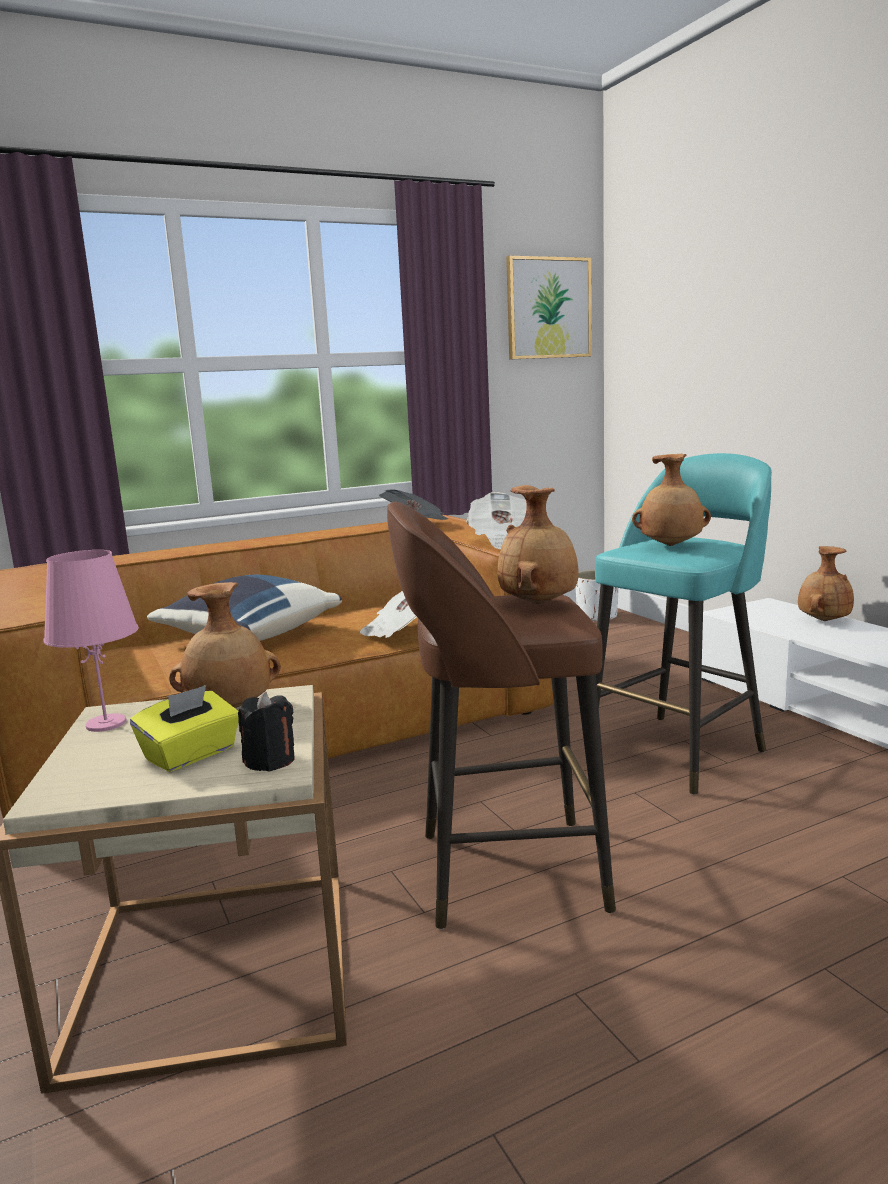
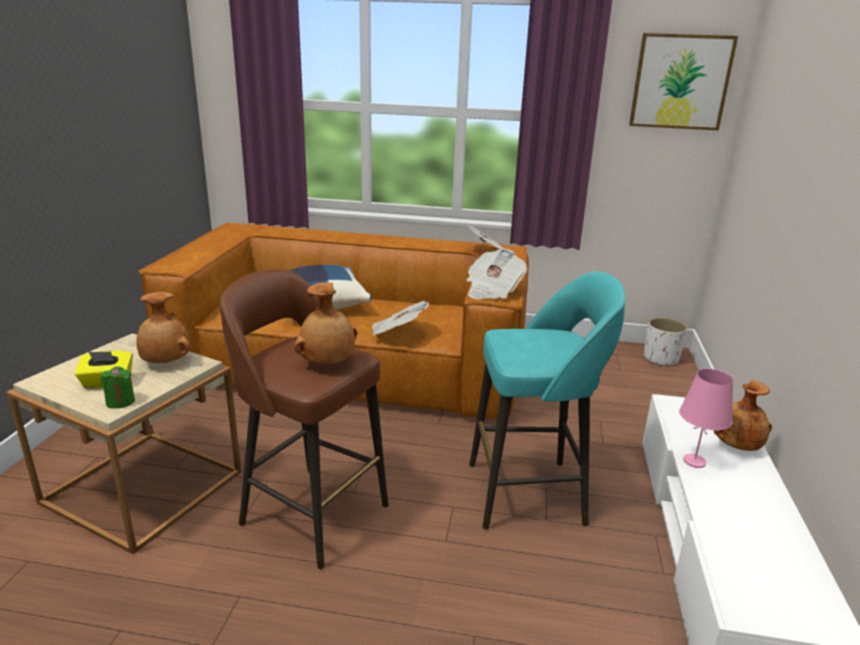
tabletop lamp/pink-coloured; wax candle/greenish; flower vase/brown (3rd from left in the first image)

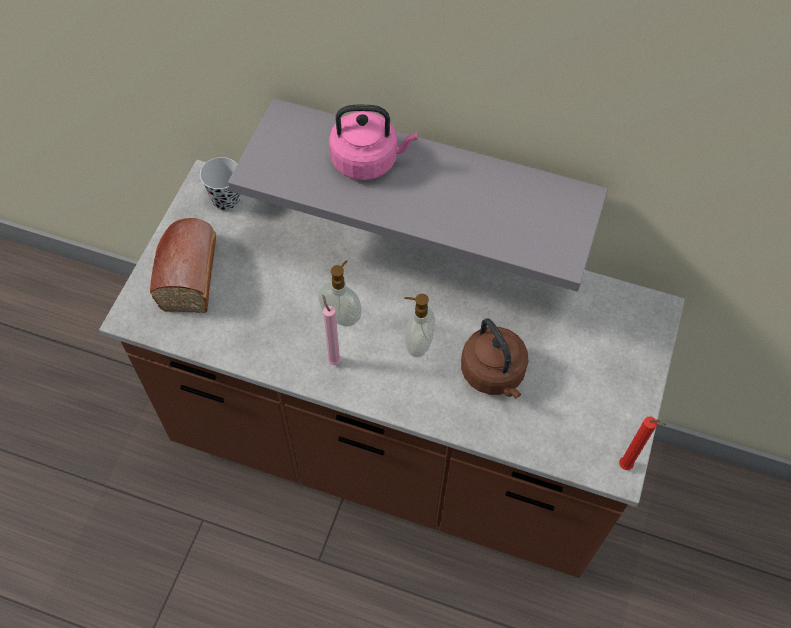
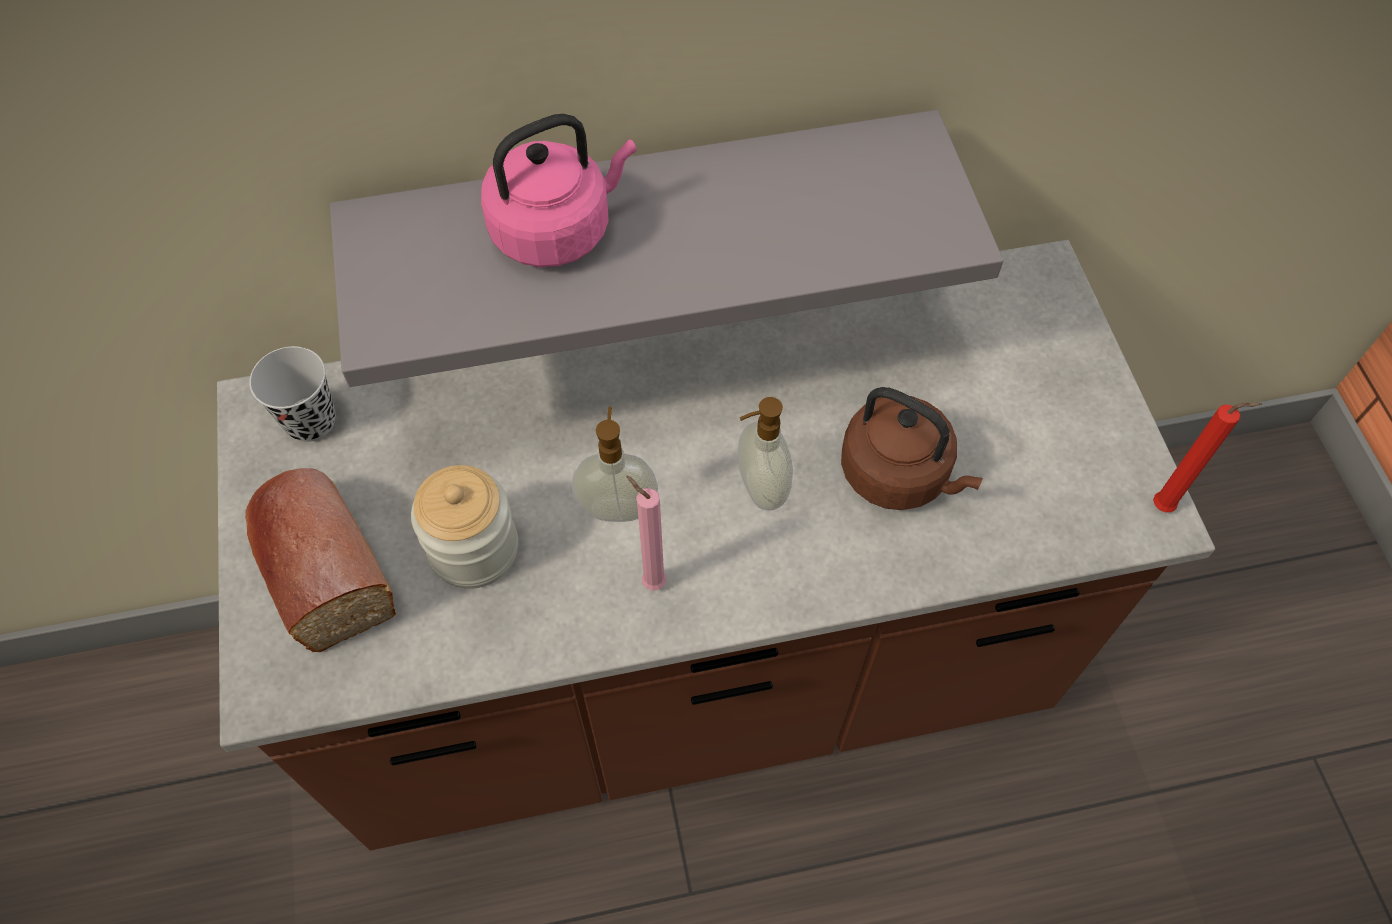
storage jar

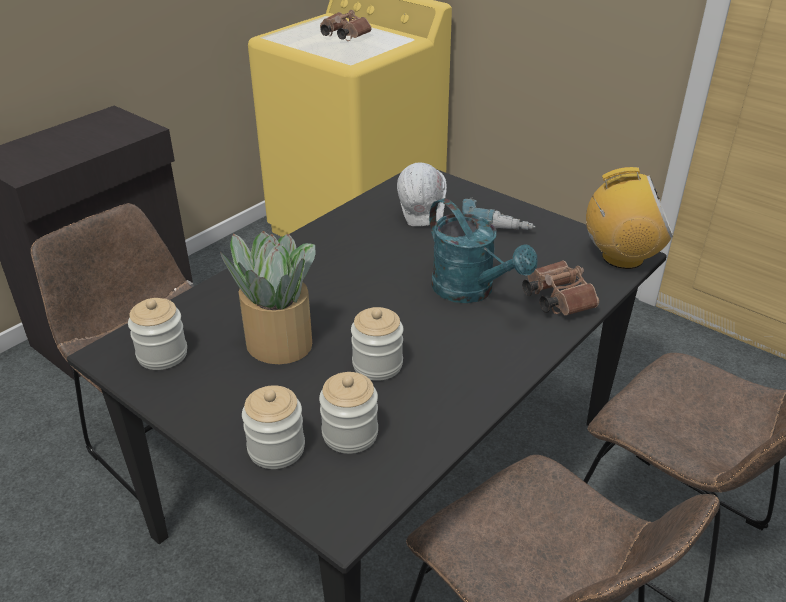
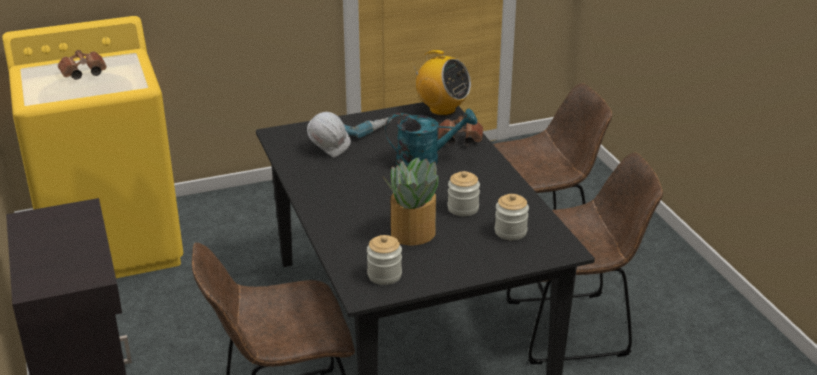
storage jar (2nd from left in the first image); radio set

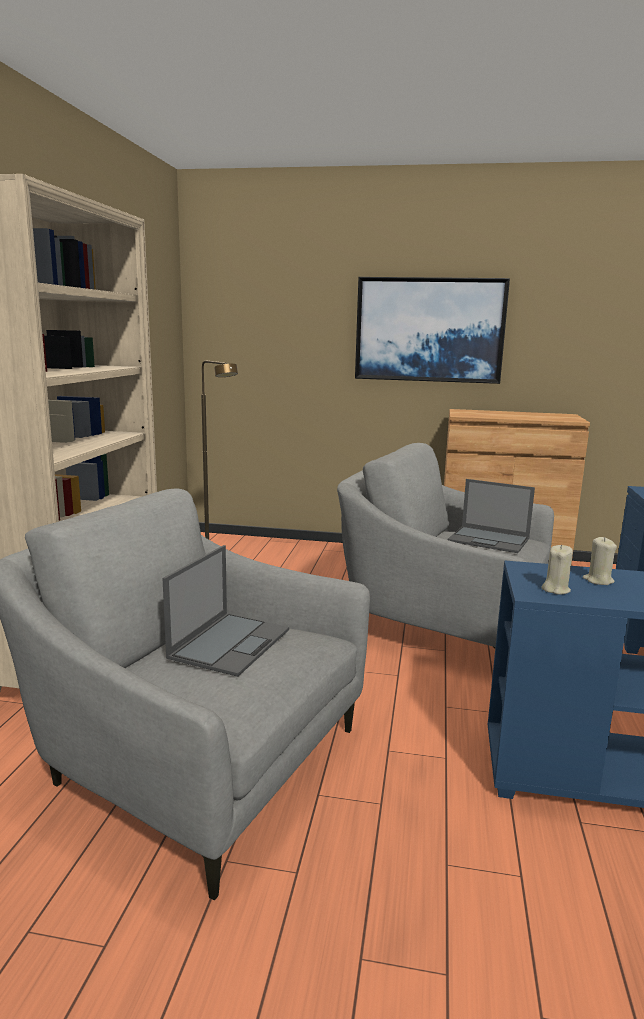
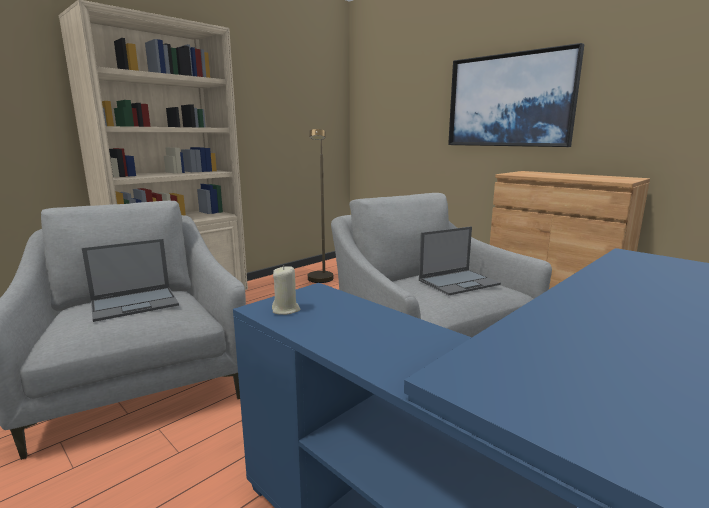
portable computer (2nd from left); wax candle/beige (2nd from left in the first image)

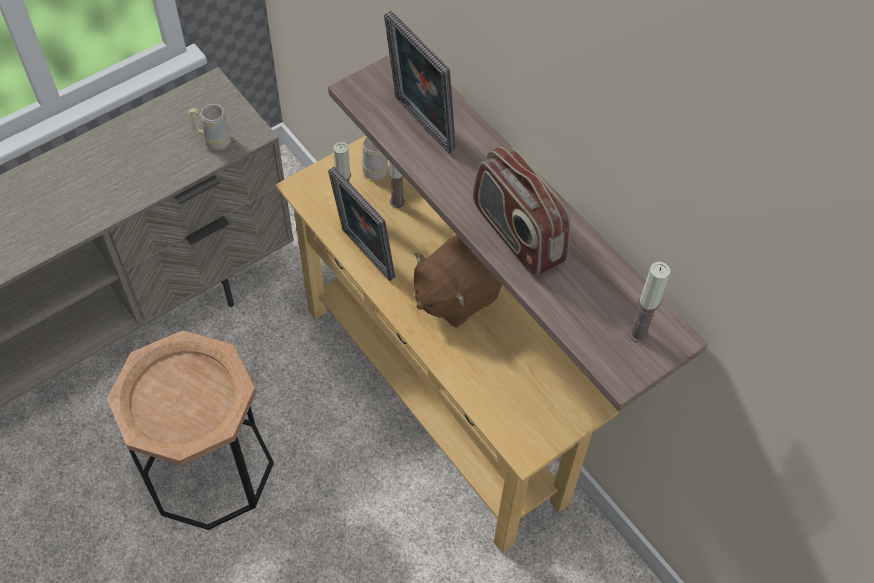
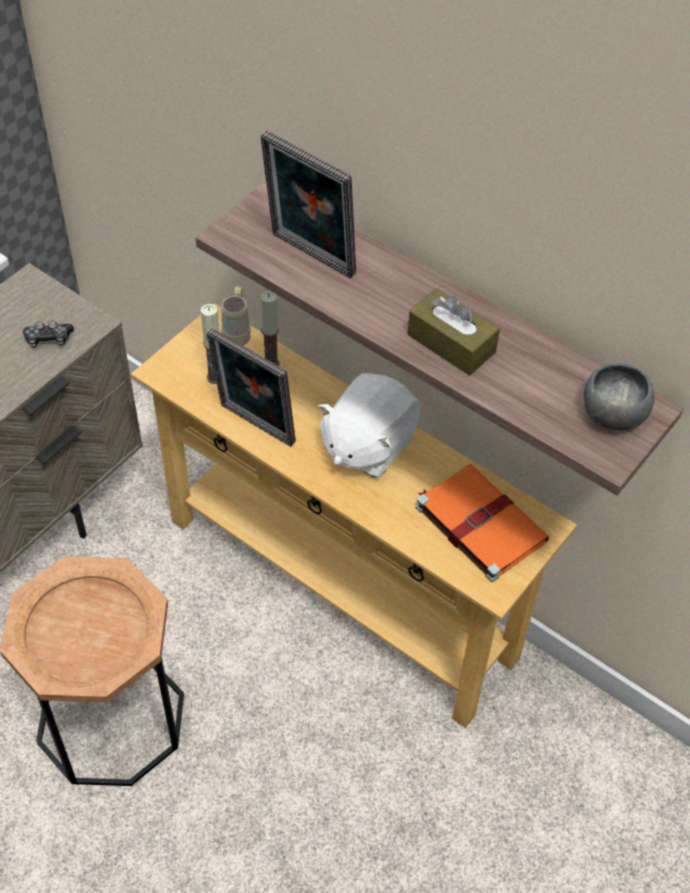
joypad; soft toy/white-coloured; tissue holder/brown; serving bowl/gray; volume/orange

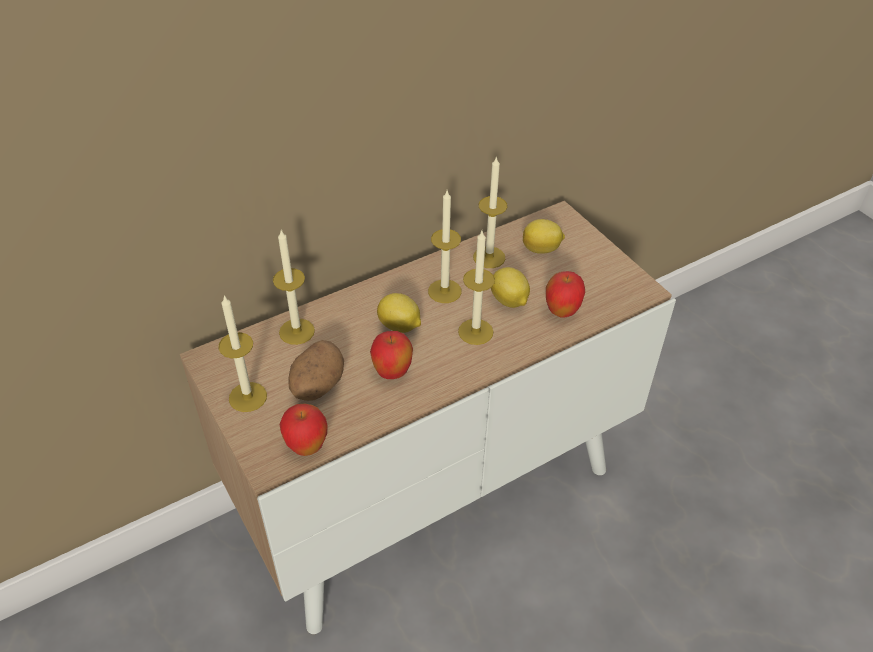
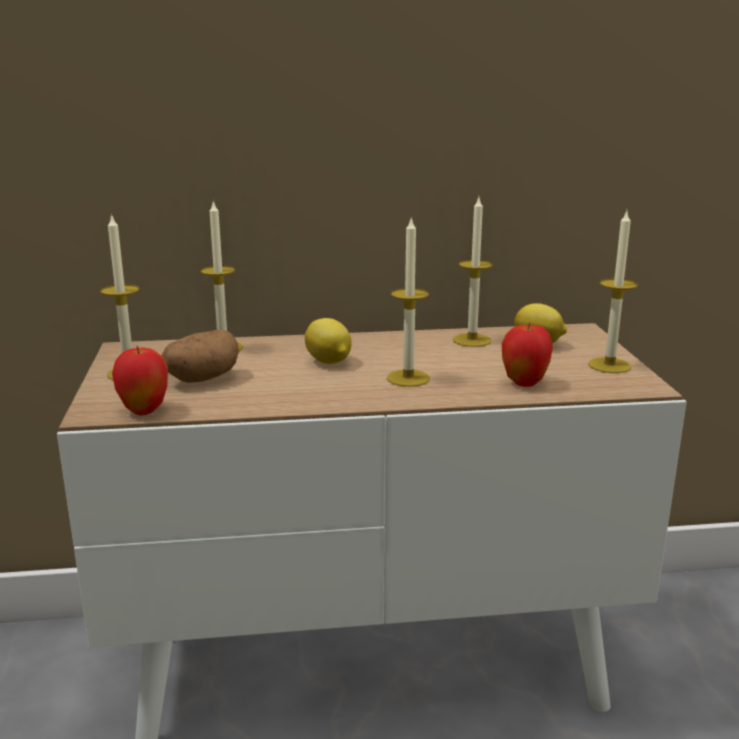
whole apple (2nd from left in the first image); wax candle (5th from left); citrus fruit (2nd from left in the first image)

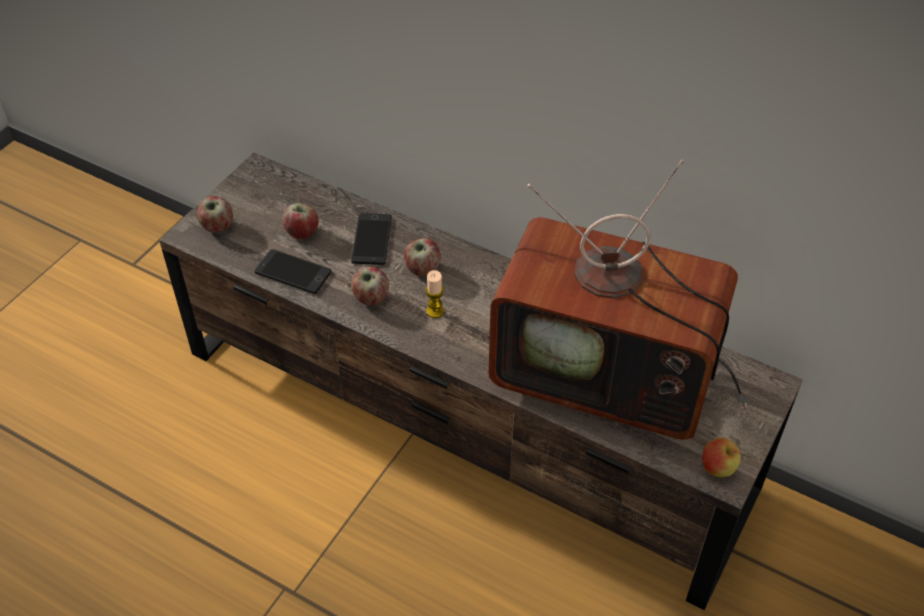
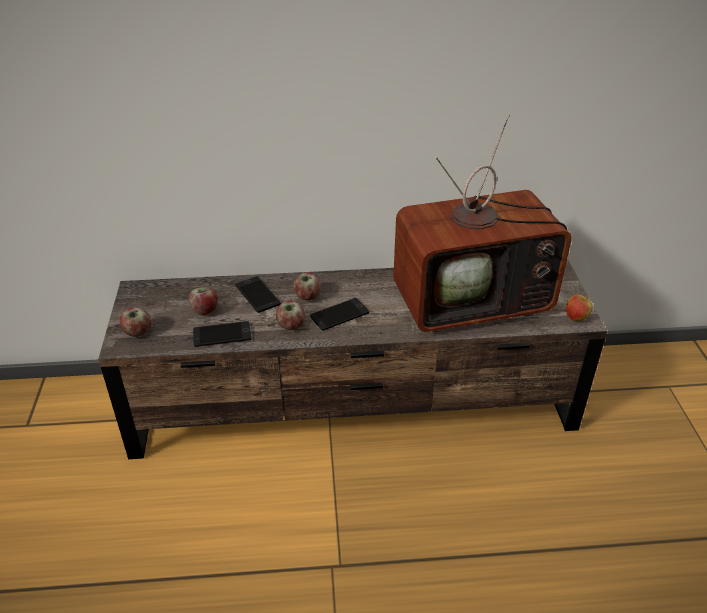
telephone (3rd from left)

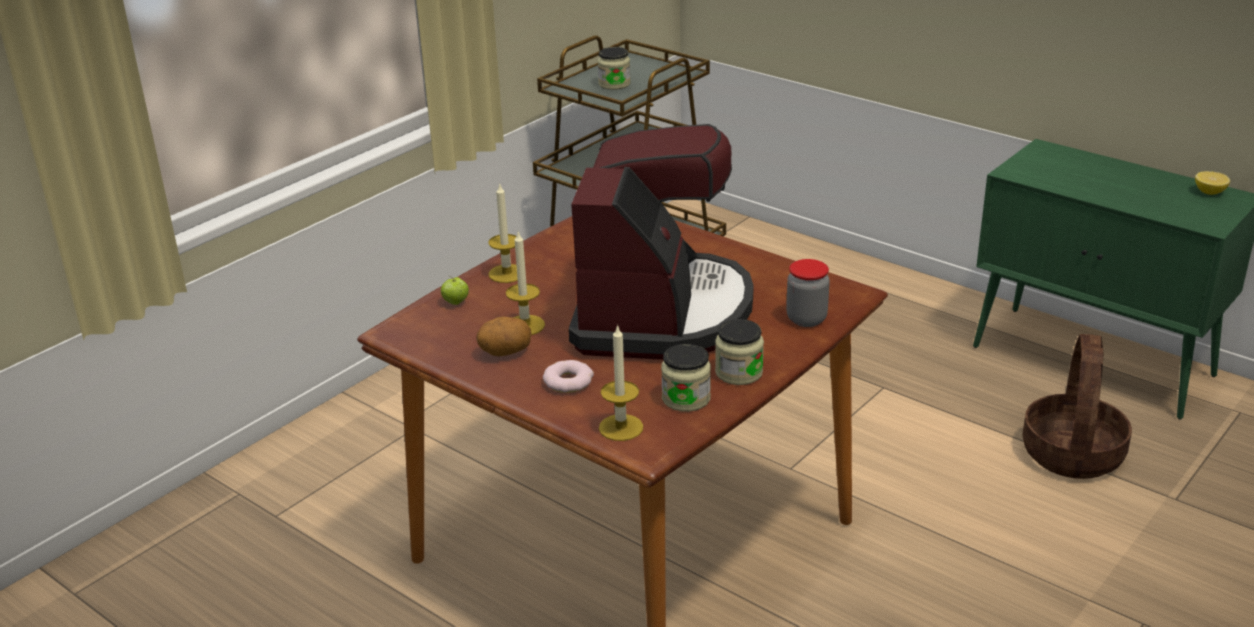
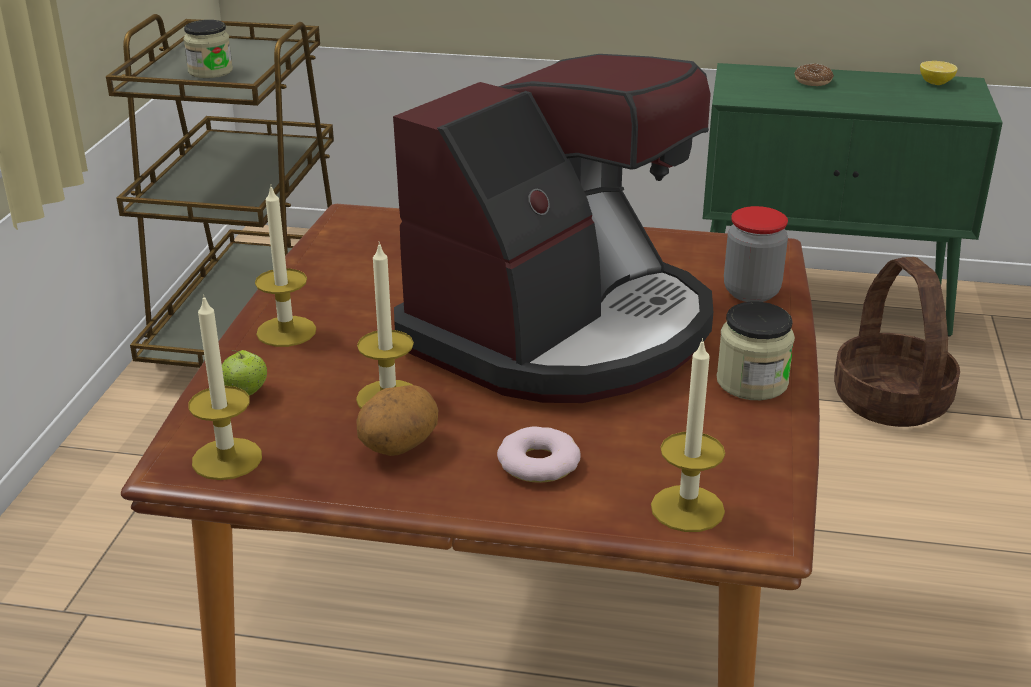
coffee brewer; storage jar (2nd from left in the first image); wax candle (1st from left); donut (2nd from left)

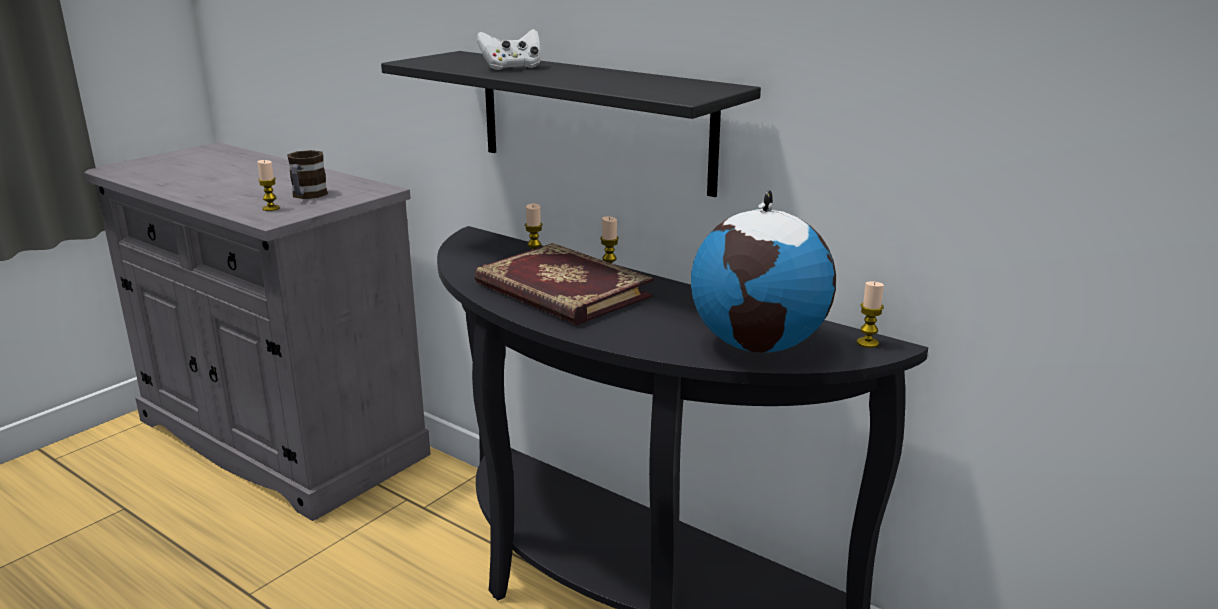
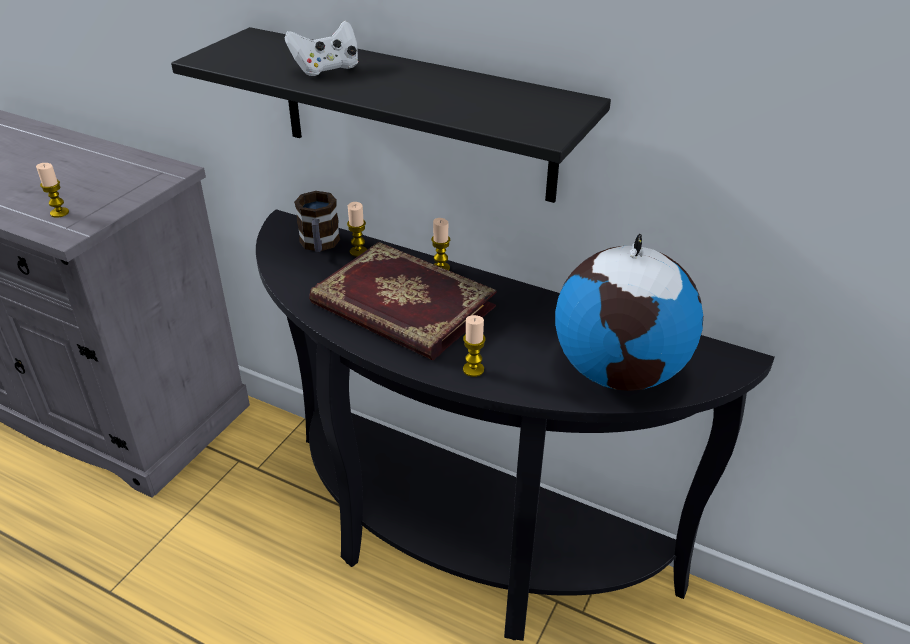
coffee mug; wax candle (4th from left)

